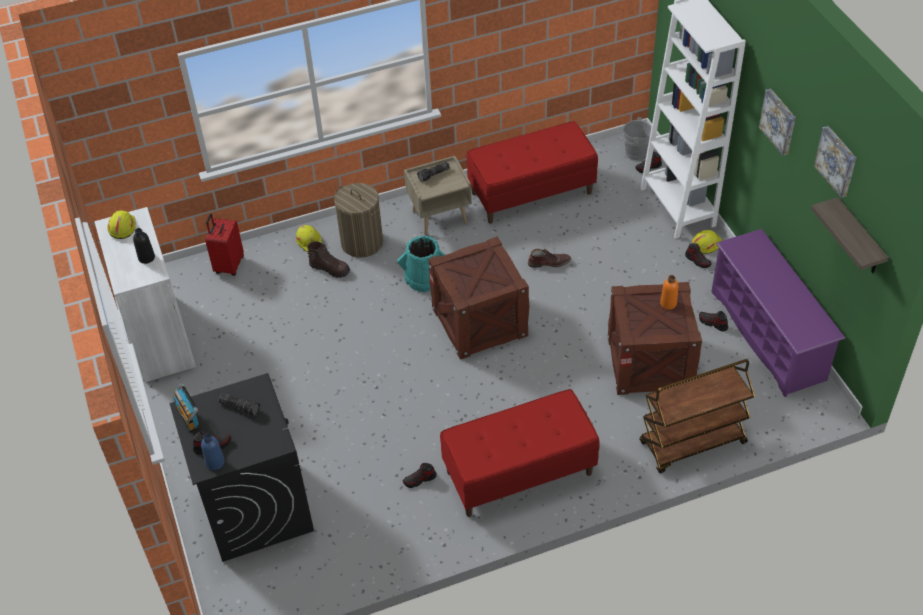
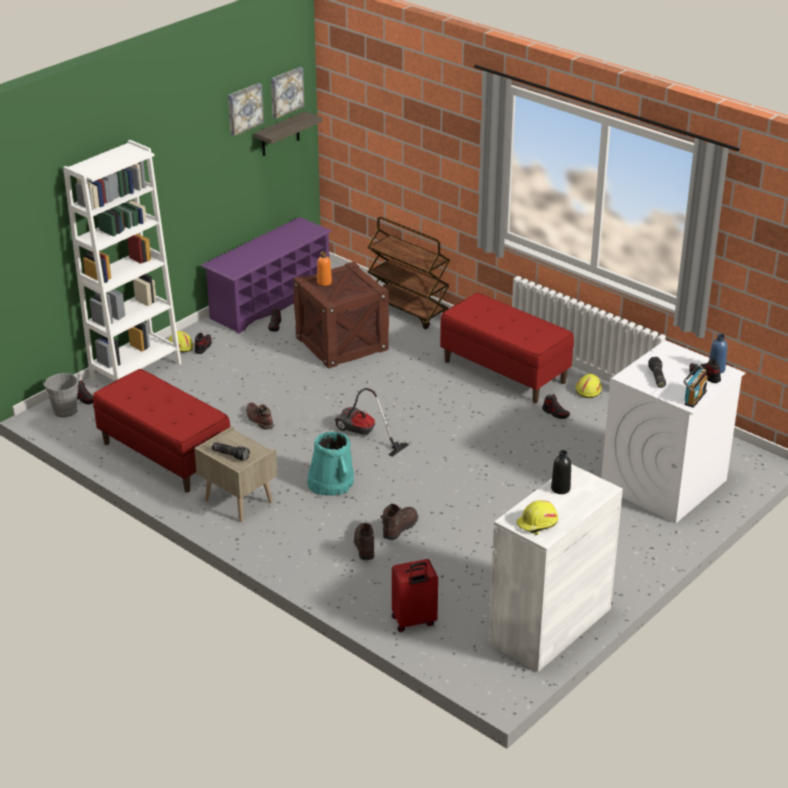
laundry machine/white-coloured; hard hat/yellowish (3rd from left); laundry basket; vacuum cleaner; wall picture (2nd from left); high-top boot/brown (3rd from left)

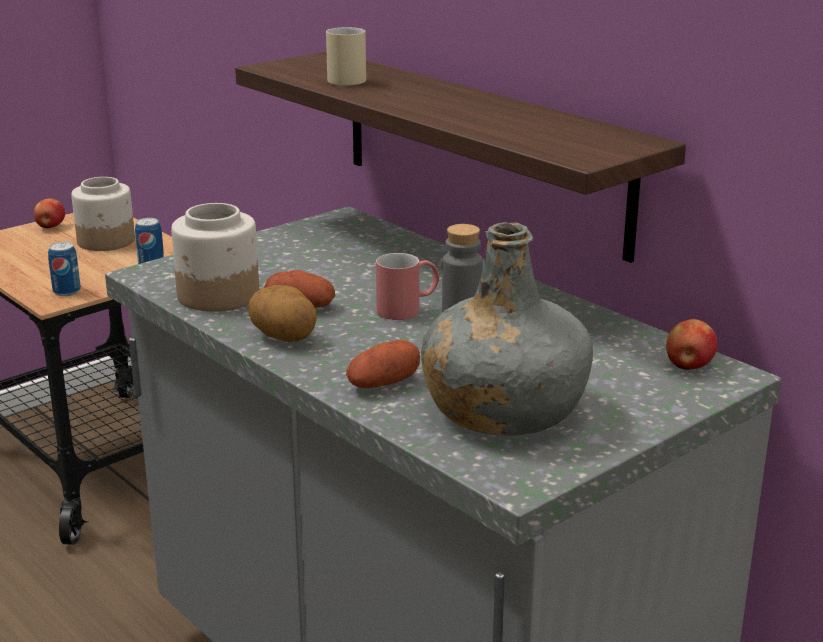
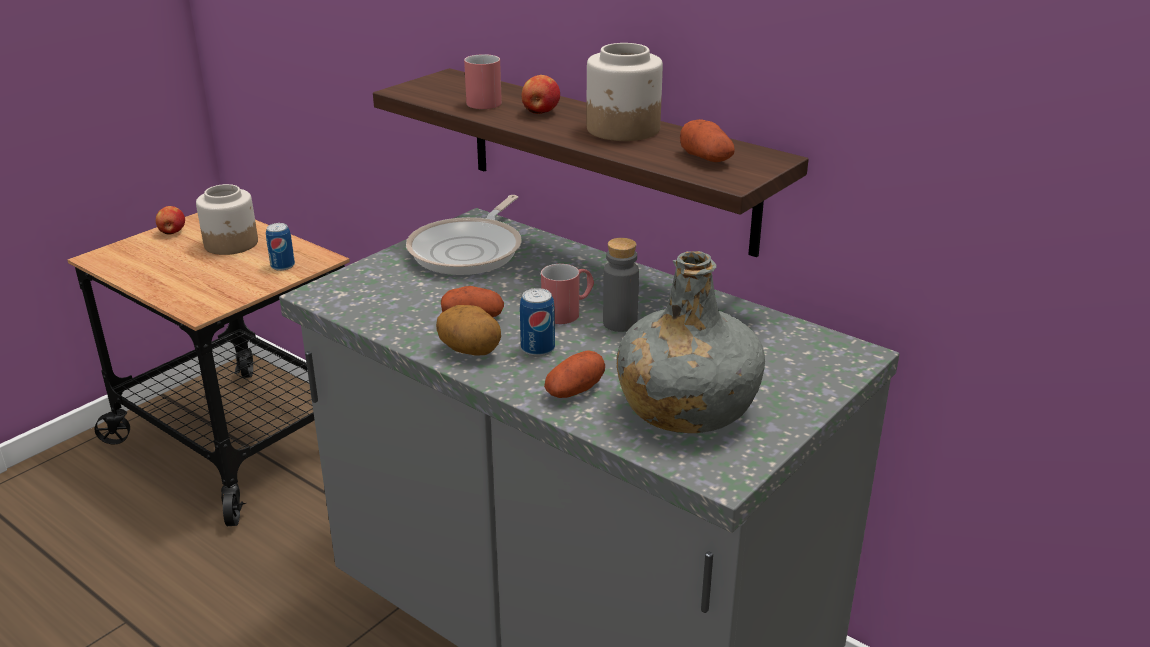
metal can (2nd from left); storage jar (2nd from left); coffee mug/reddish (1st from left); whole apple (2nd from left); frying pan; potato (4th from left)

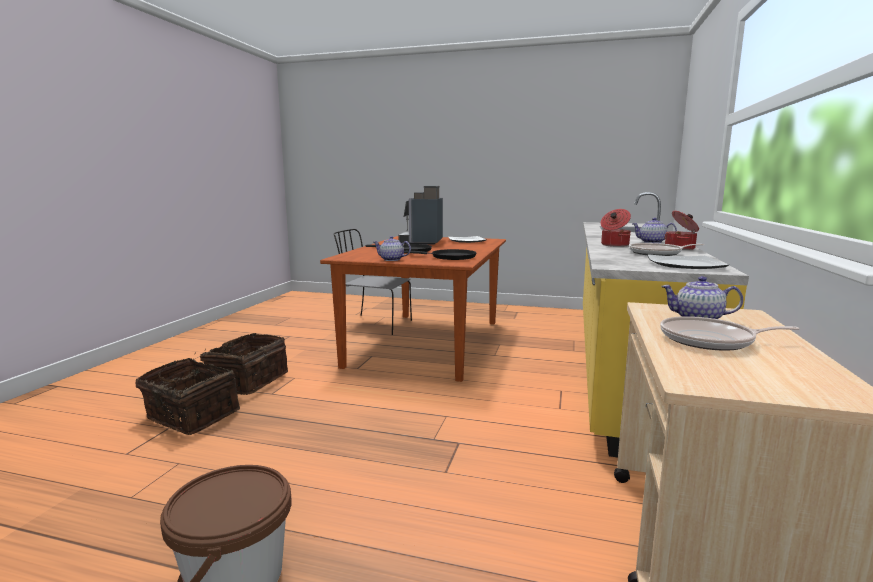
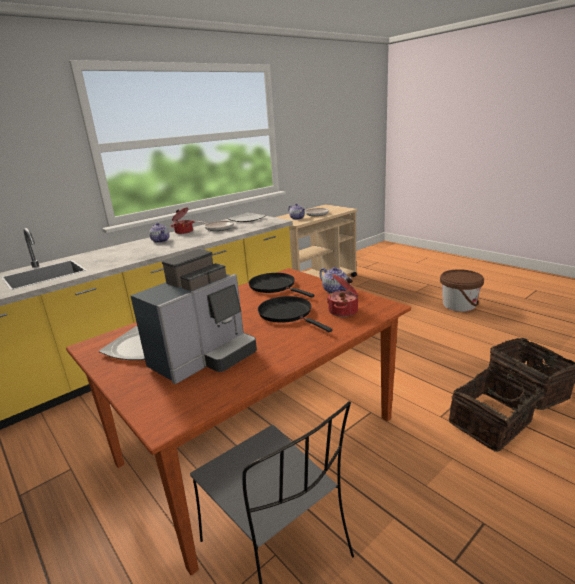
saucepot (2nd from left)

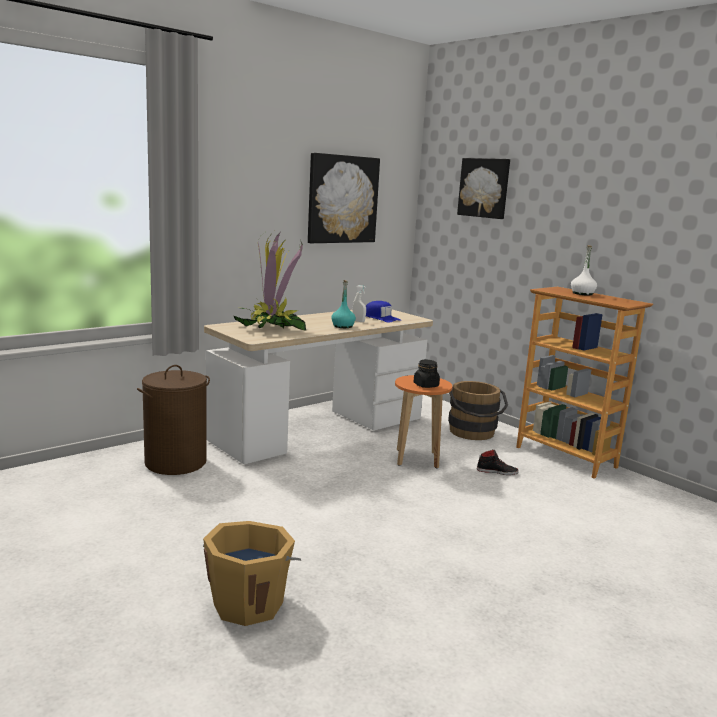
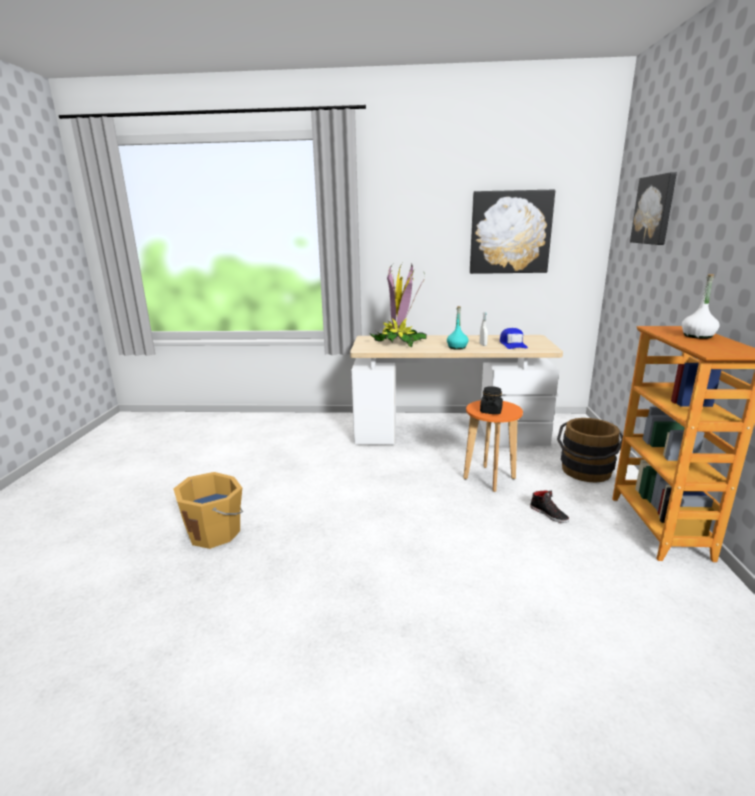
laundry basket/brown

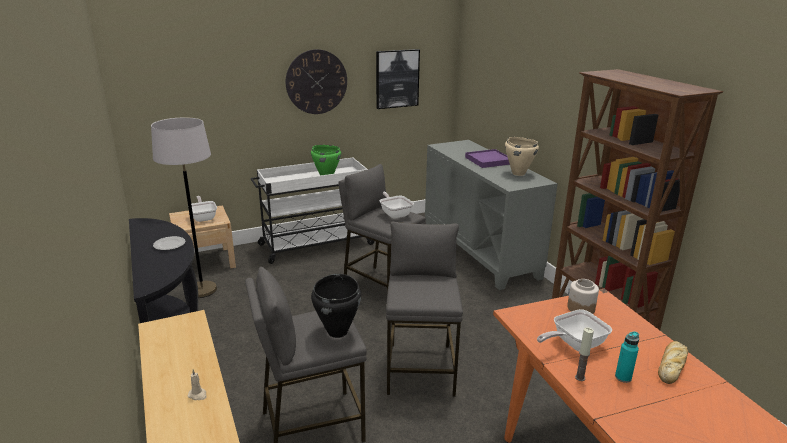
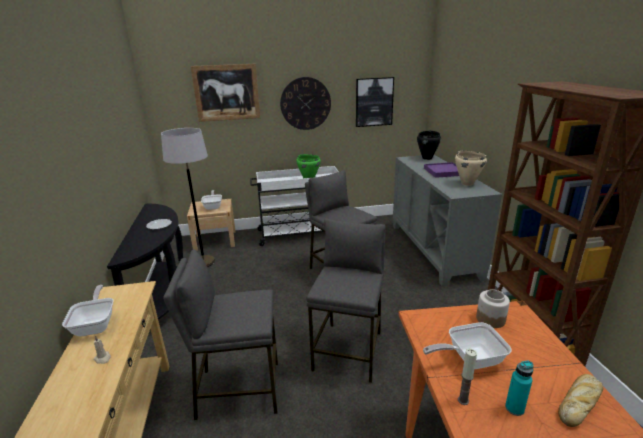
saucepot/black-coloured; frying pan (1st from left); wall picture (1st from left)

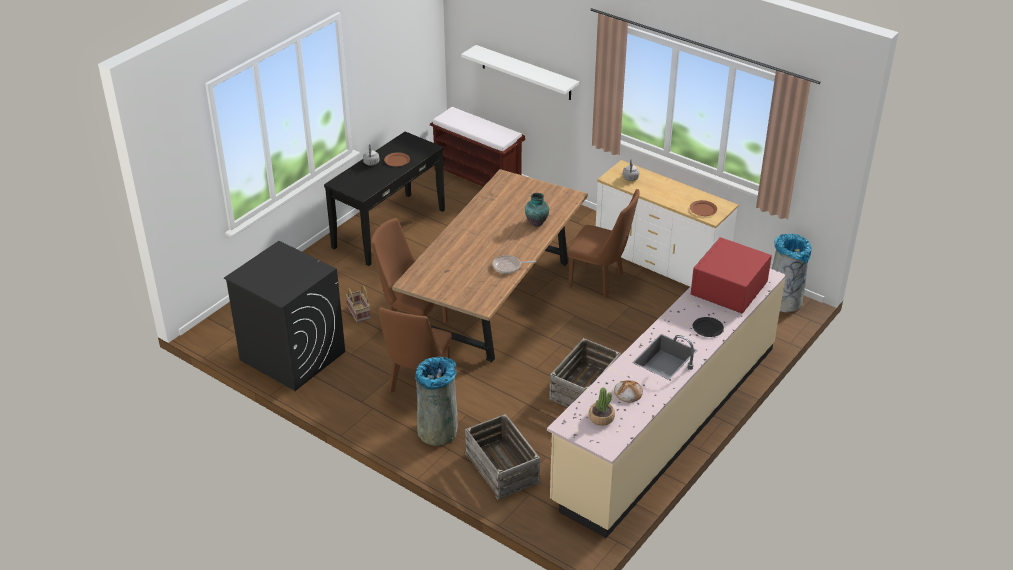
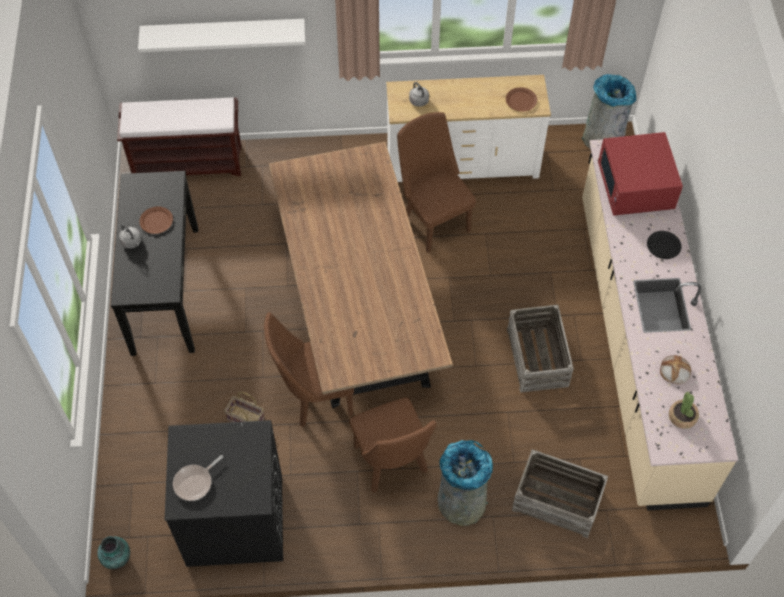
frying pan; flower vase; chair/brown (3rd from left)

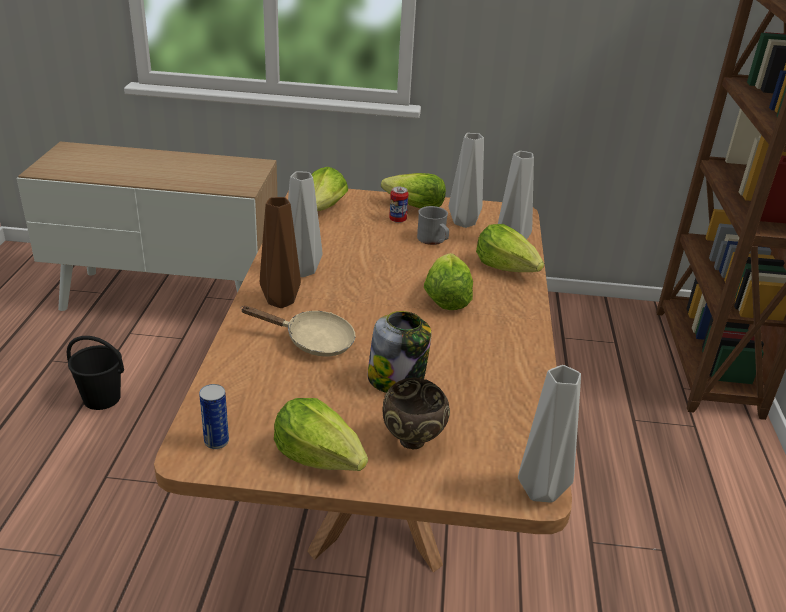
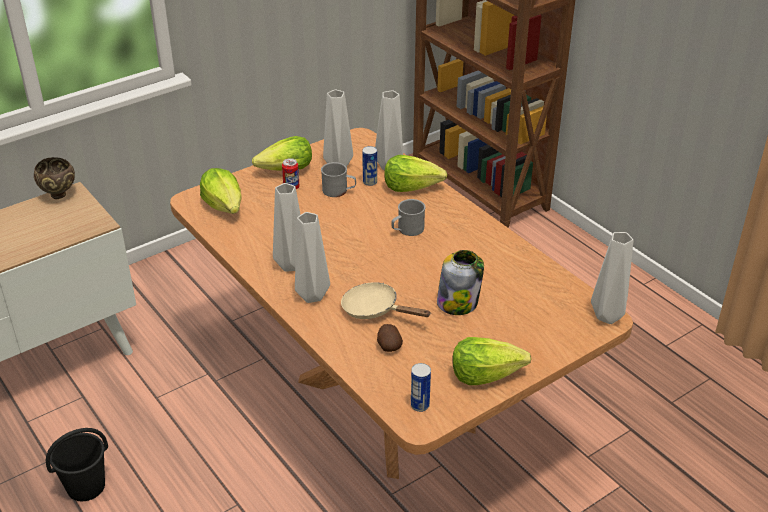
frying pan/beige; flower vase/gray (2nd from left); serving bowl/brown; coffee mug/gray (2nd from left); metal can (2nd from left); potato

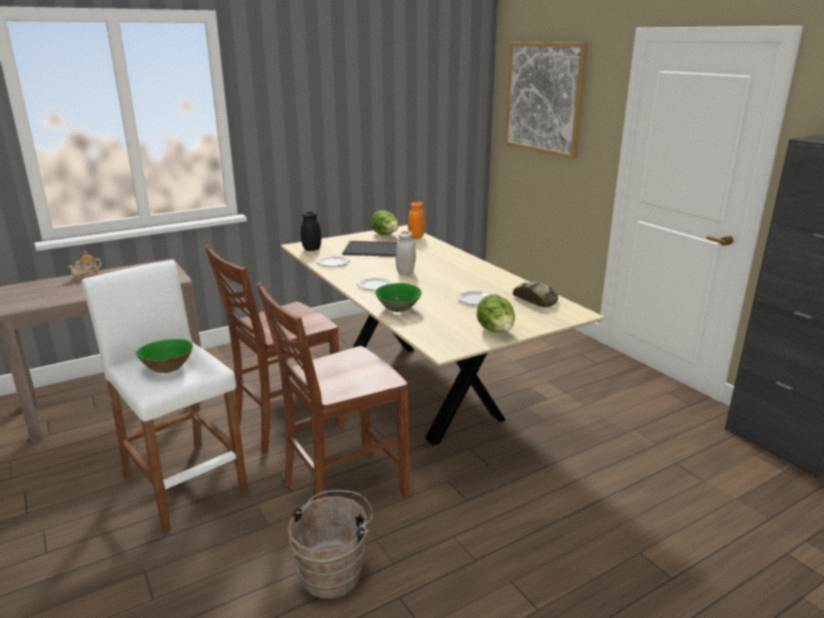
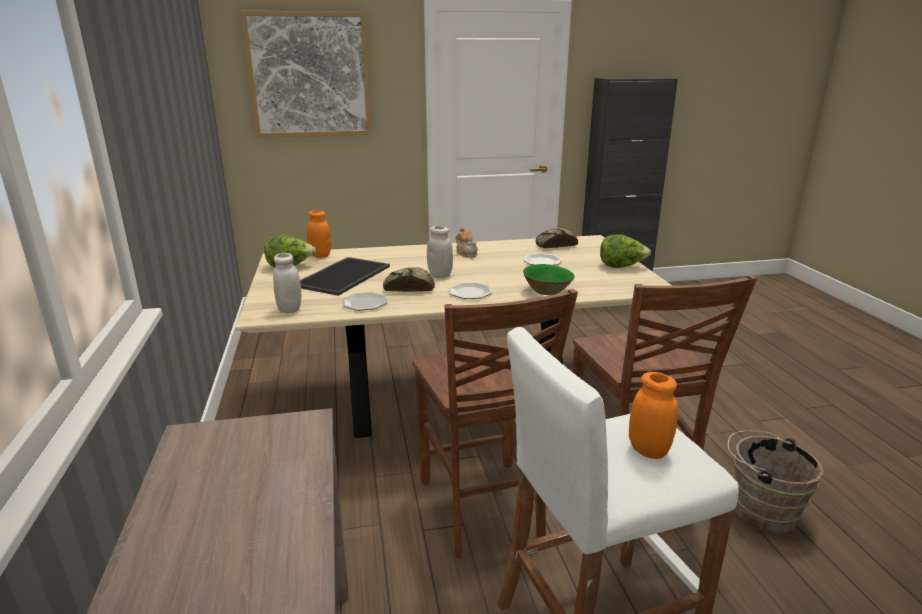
tea pot; storage jar/orange (2nd from left); storage jar/white-coloured (1st from left); bakery bread (1st from left)

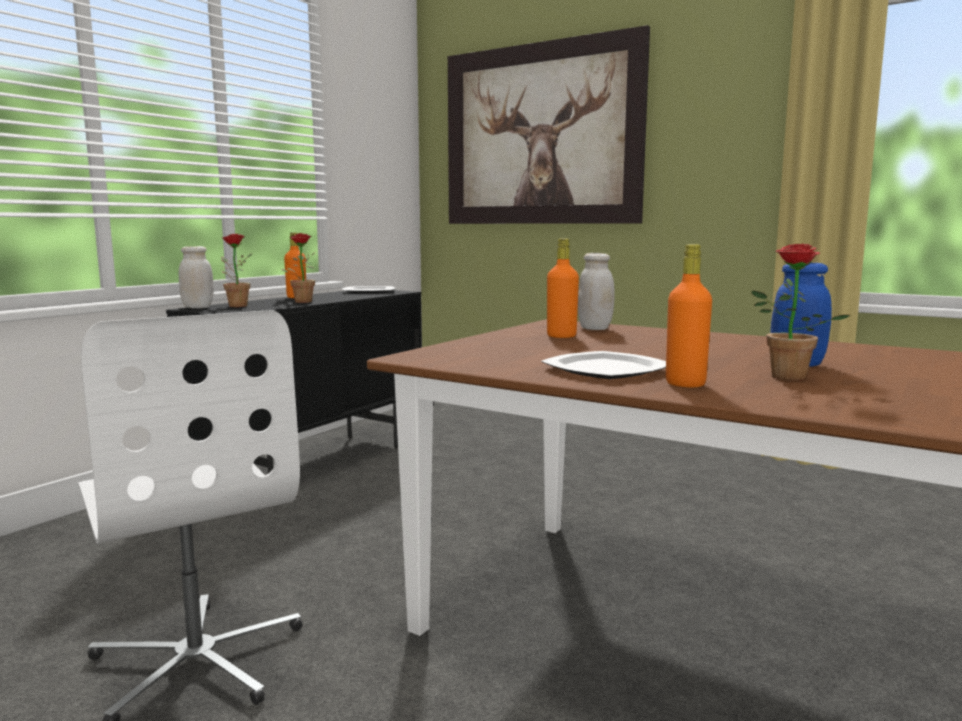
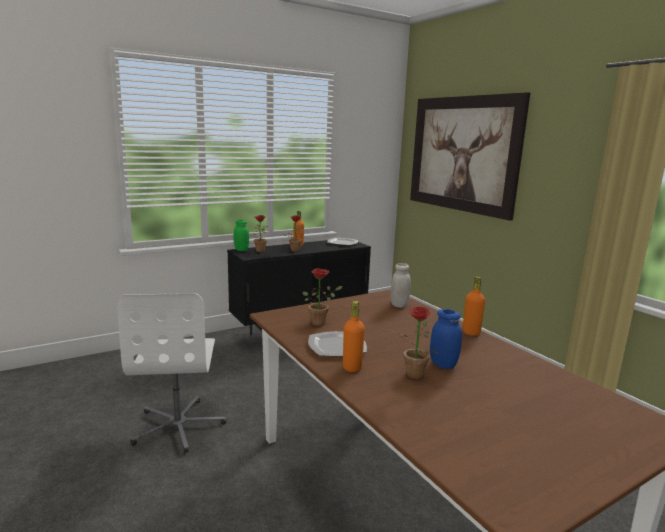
storage jar/greenish; bottle/orange (3rd from left); houseplant (3rd from left)

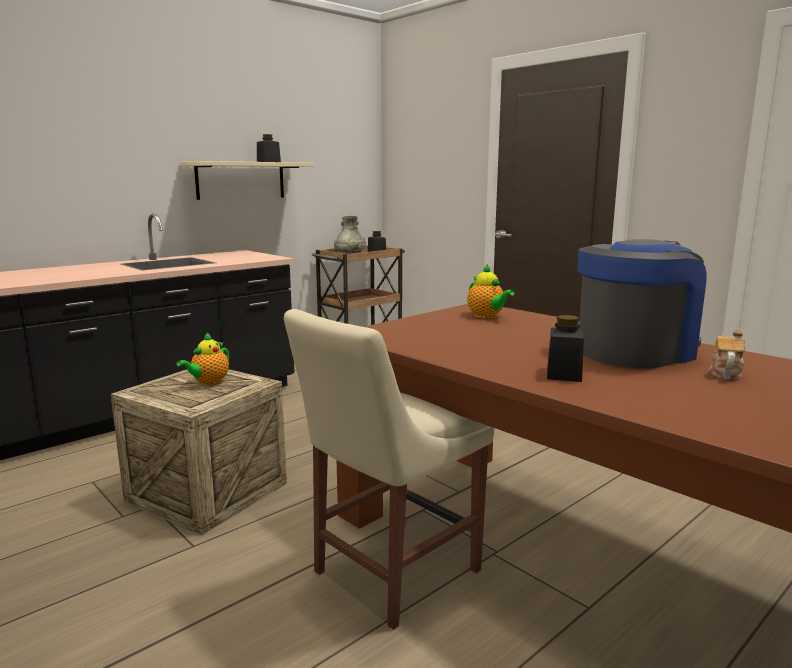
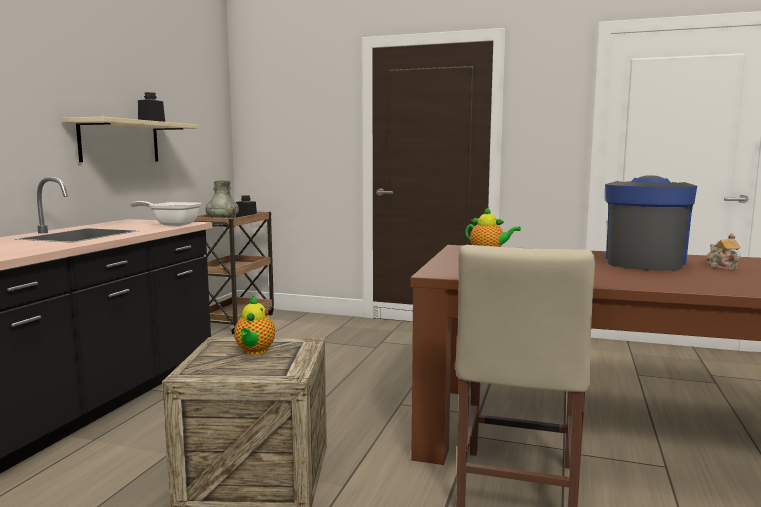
storage jar/black-coloured (3rd from left in the first image); frying pan

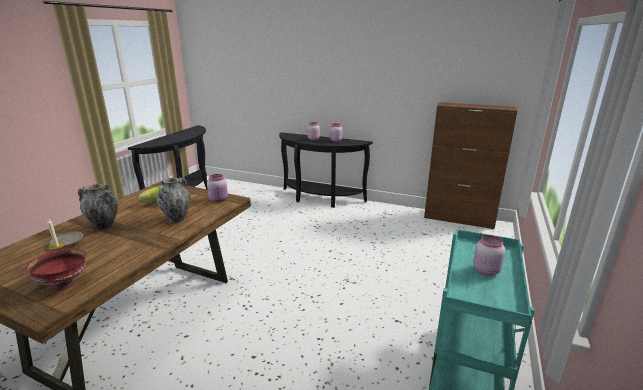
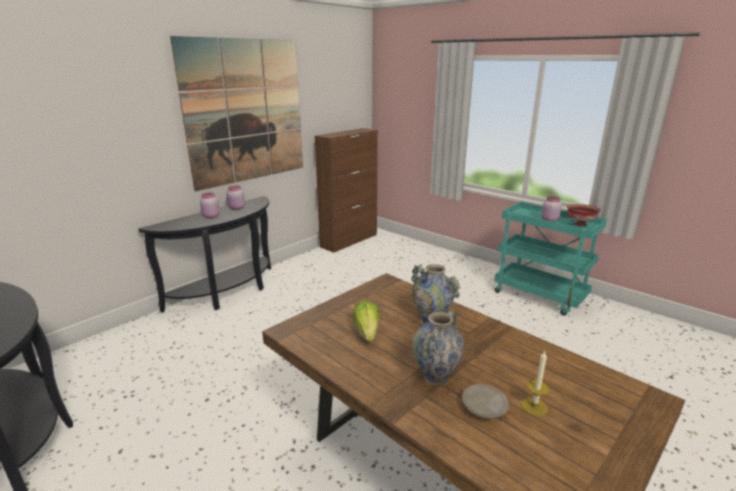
serving bowl/reddish; storage jar/pink-coloured (1st from left in the first image); wall picture

